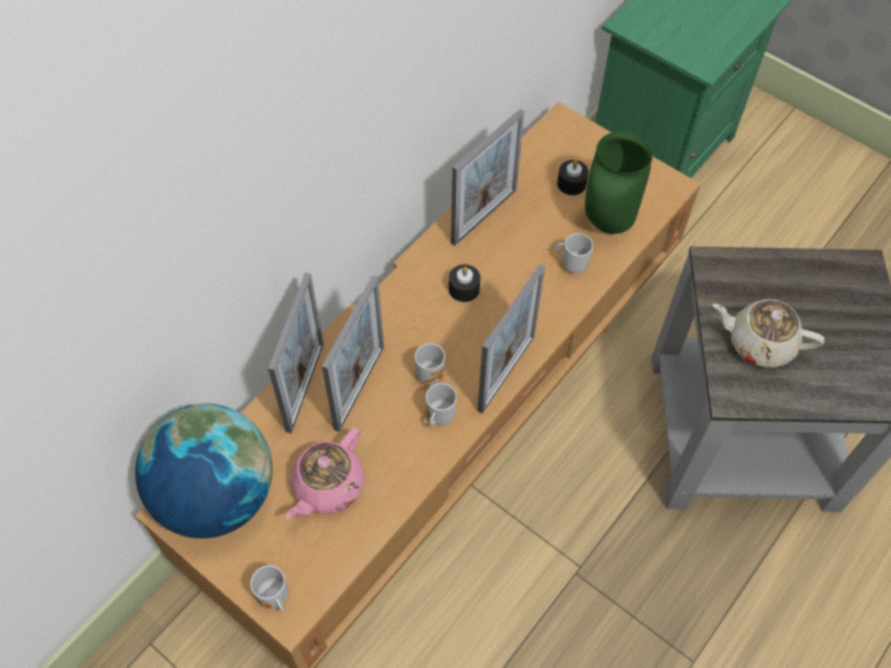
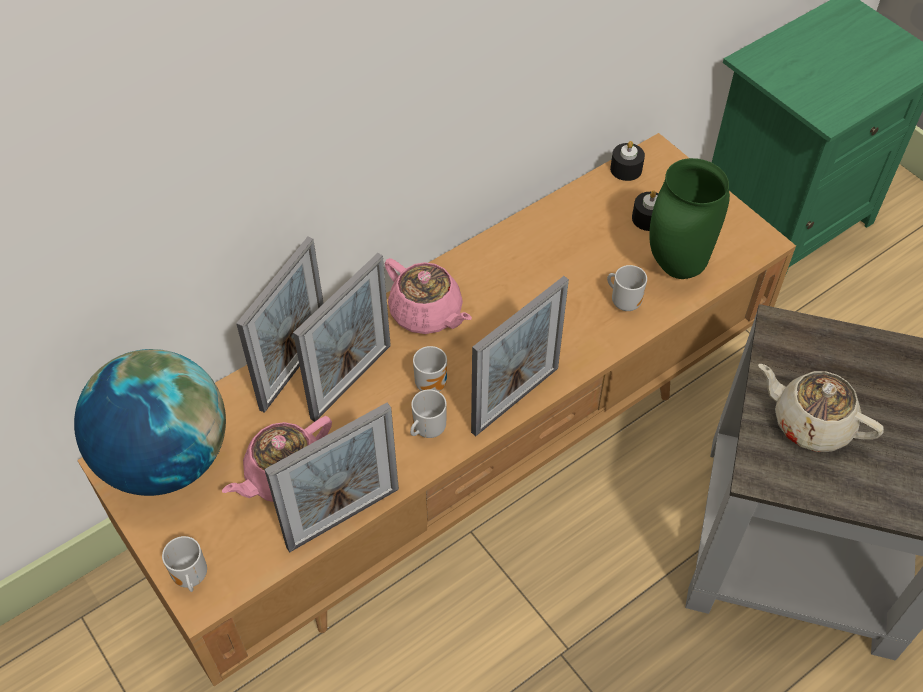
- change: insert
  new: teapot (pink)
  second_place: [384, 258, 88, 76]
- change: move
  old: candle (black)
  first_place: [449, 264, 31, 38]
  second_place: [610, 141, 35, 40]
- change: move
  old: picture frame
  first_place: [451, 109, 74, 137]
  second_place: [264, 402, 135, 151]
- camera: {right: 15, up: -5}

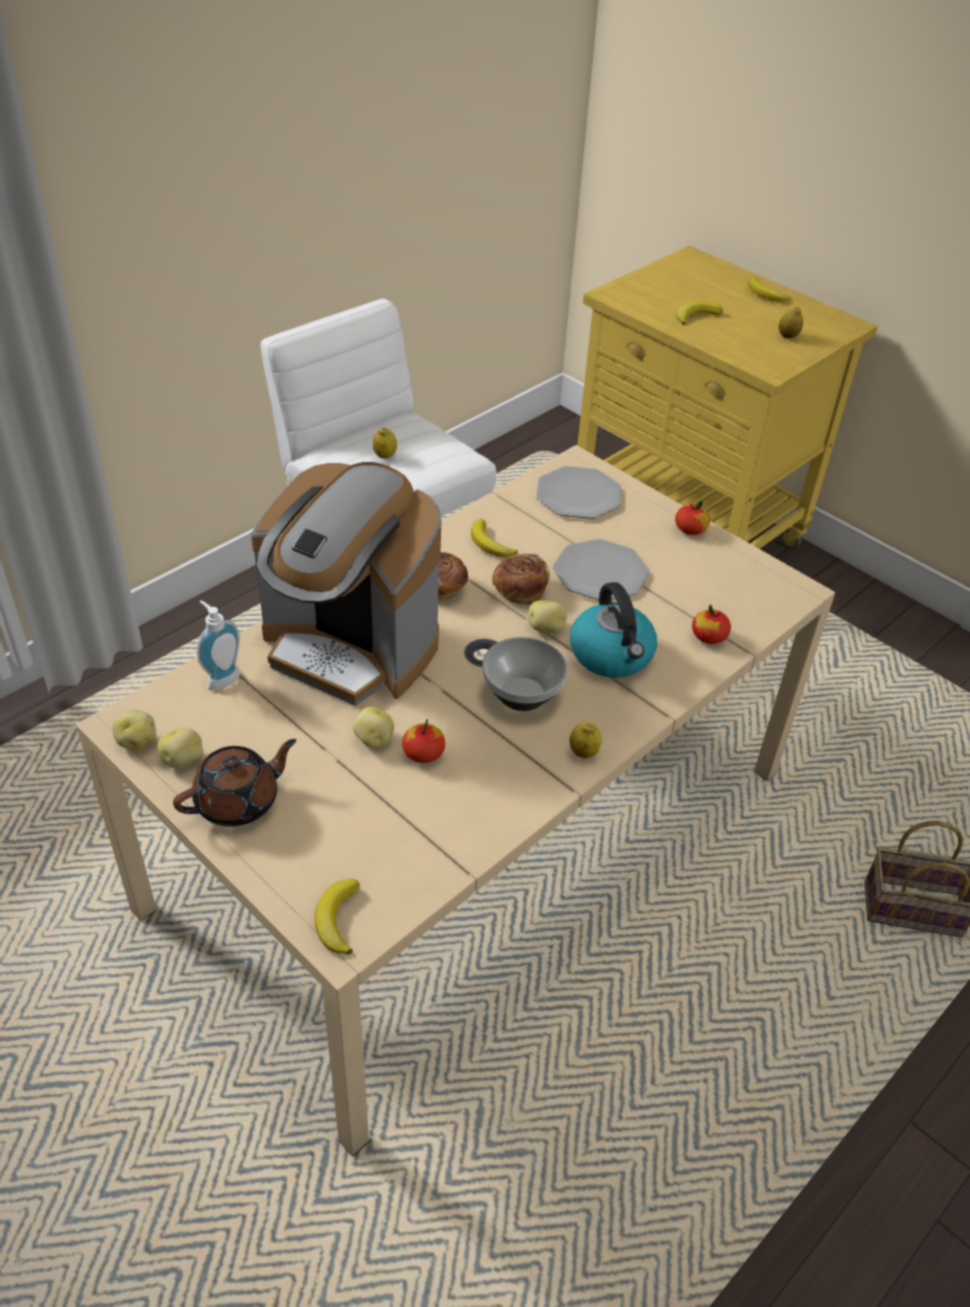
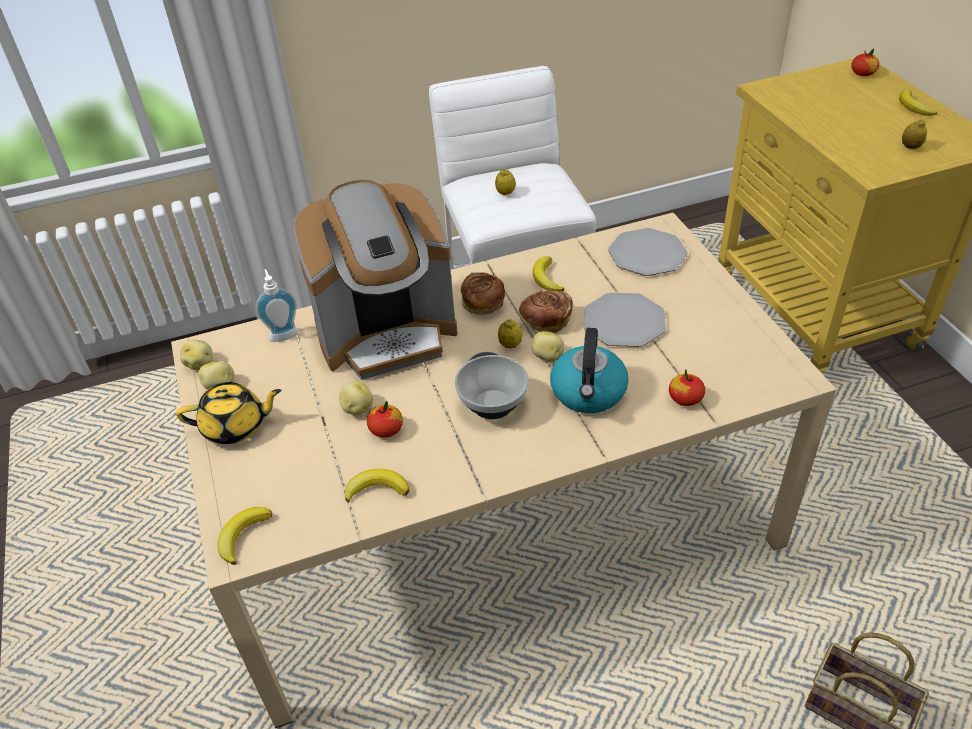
- change: move
  old: lemon
  first_place: [569, 722, 33, 36]
  second_place: [498, 319, 24, 29]
- change: move
  old: apple
  first_place: [675, 501, 35, 34]
  second_place: [851, 49, 28, 27]
- change: move
  old: banana
  first_place: [677, 300, 46, 25]
  second_place: [345, 469, 65, 33]
- change: recolor
  old: teapot (brown)
  new: teapot (yellow)
  first_place: [173, 739, 123, 88]
  second_place: [176, 382, 106, 62]
- change: rotate
  old: coffee machine
  first_place: [251, 462, 191, 244]
  second_place: [292, 180, 166, 200]
  degrees: -75
- camera: {right: 30, up: 0}

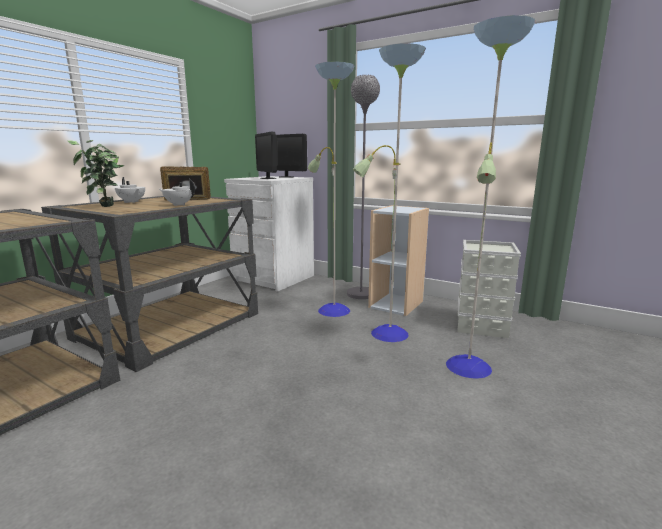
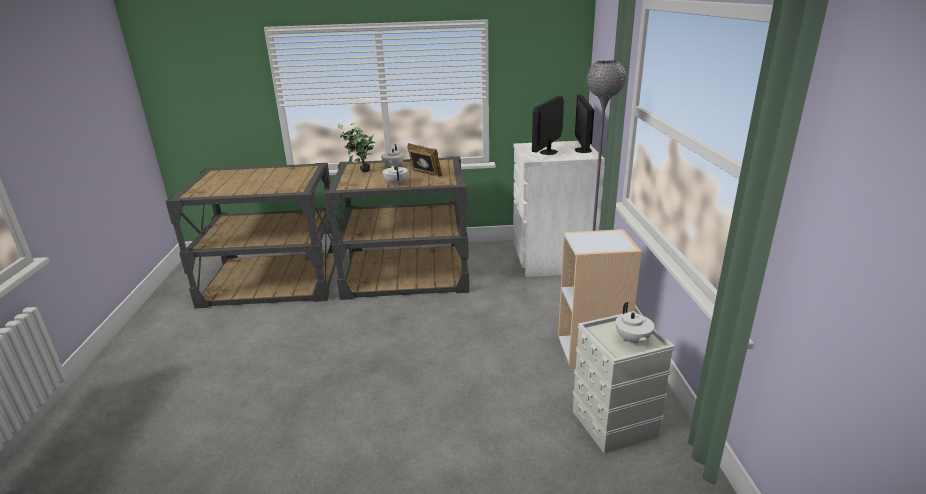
- change: delete
  old: floor lamp
  first_place: [308, 15, 227, 363]
- change: insert
  new: teapot (white)
  second_place: [615, 302, 39, 44]
- camera: {right: 55, up: 10}

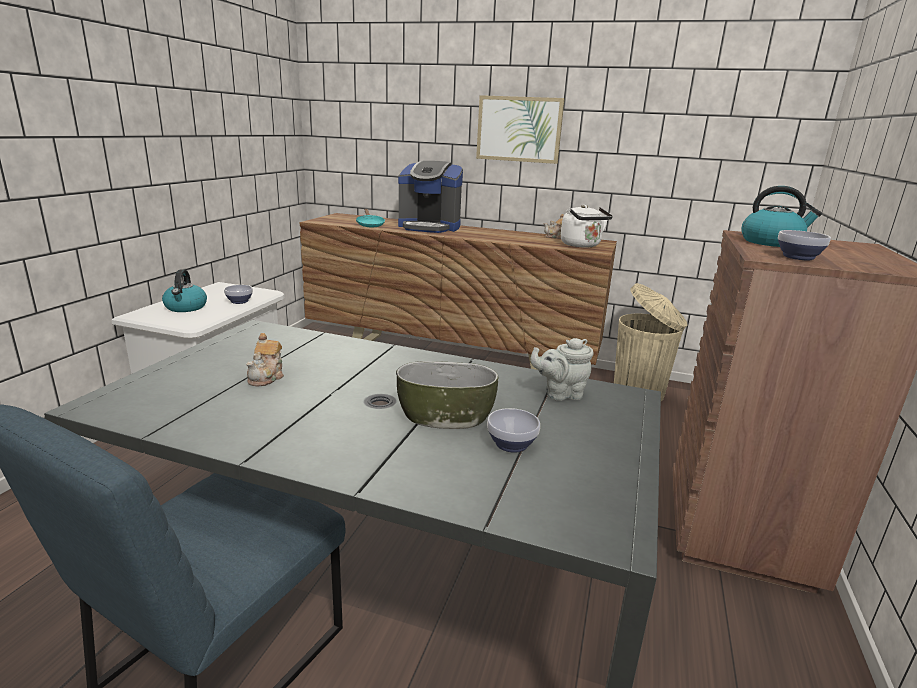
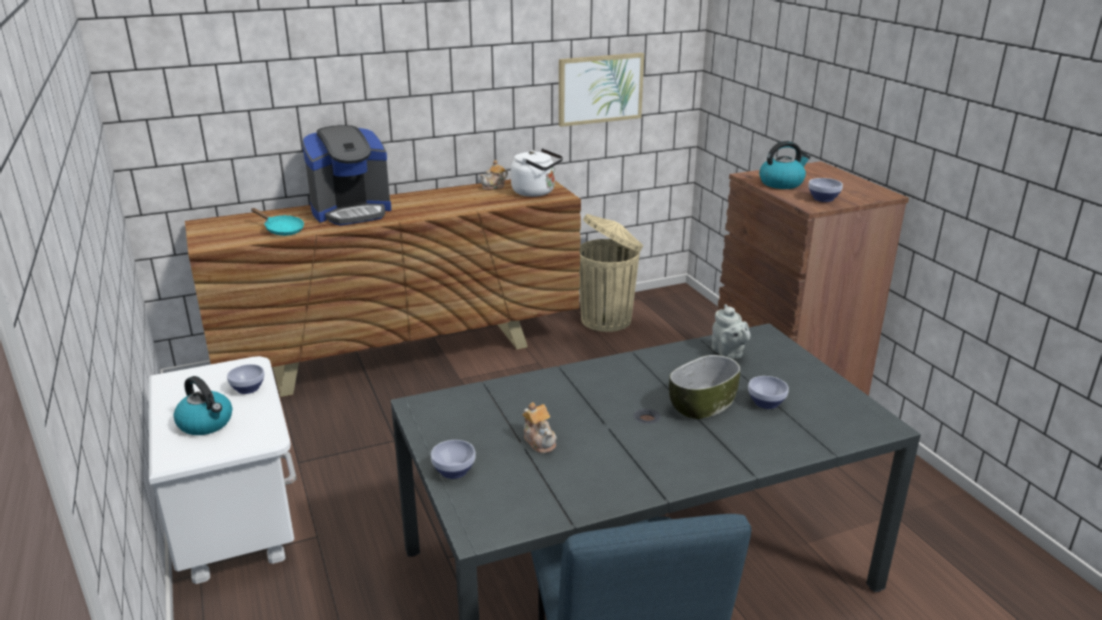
- change: insert
  new: bowl
  second_place: [431, 440, 45, 39]
- change: move
  old: picture
  first_place: [476, 95, 89, 69]
  second_place: [559, 53, 85, 74]
- change: rotate
  old: teapot (grey)
  first_place: [530, 338, 64, 63]
  second_place: [712, 304, 38, 54]
  degrees: -60
- camera: {right: -40, up: 5}

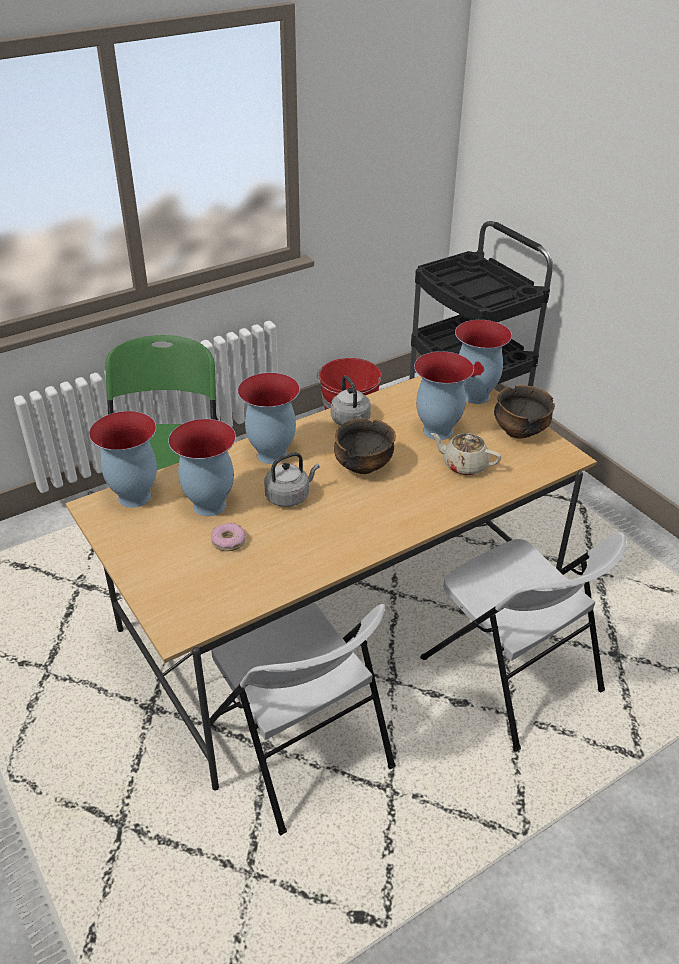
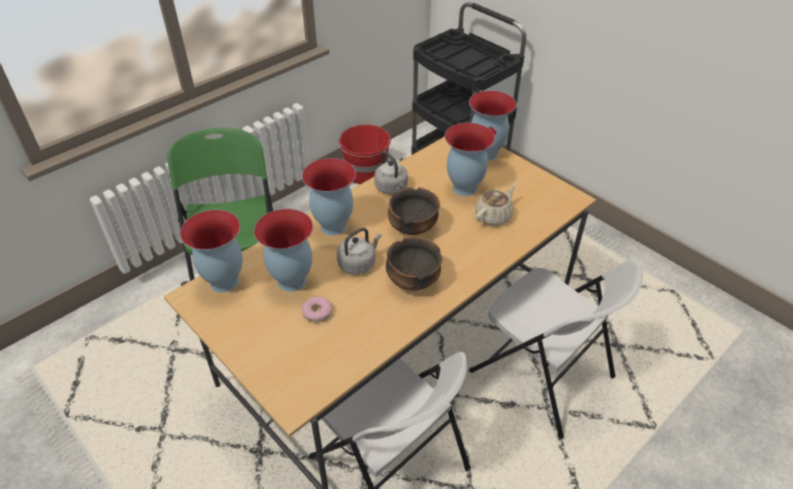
- change: move
  old: bowl
  first_place: [494, 385, 61, 54]
  second_place: [386, 236, 56, 55]
- change: rotate
  old: teapot (beige)
  first_place: [431, 433, 70, 42]
  second_place: [475, 184, 41, 42]
  degrees: 120
- camera: {right: -10, up: 5}

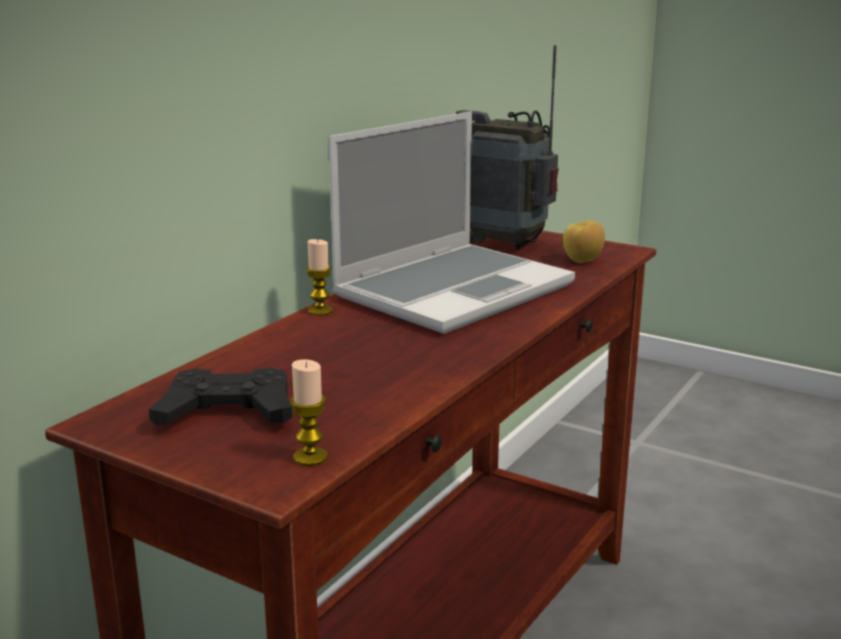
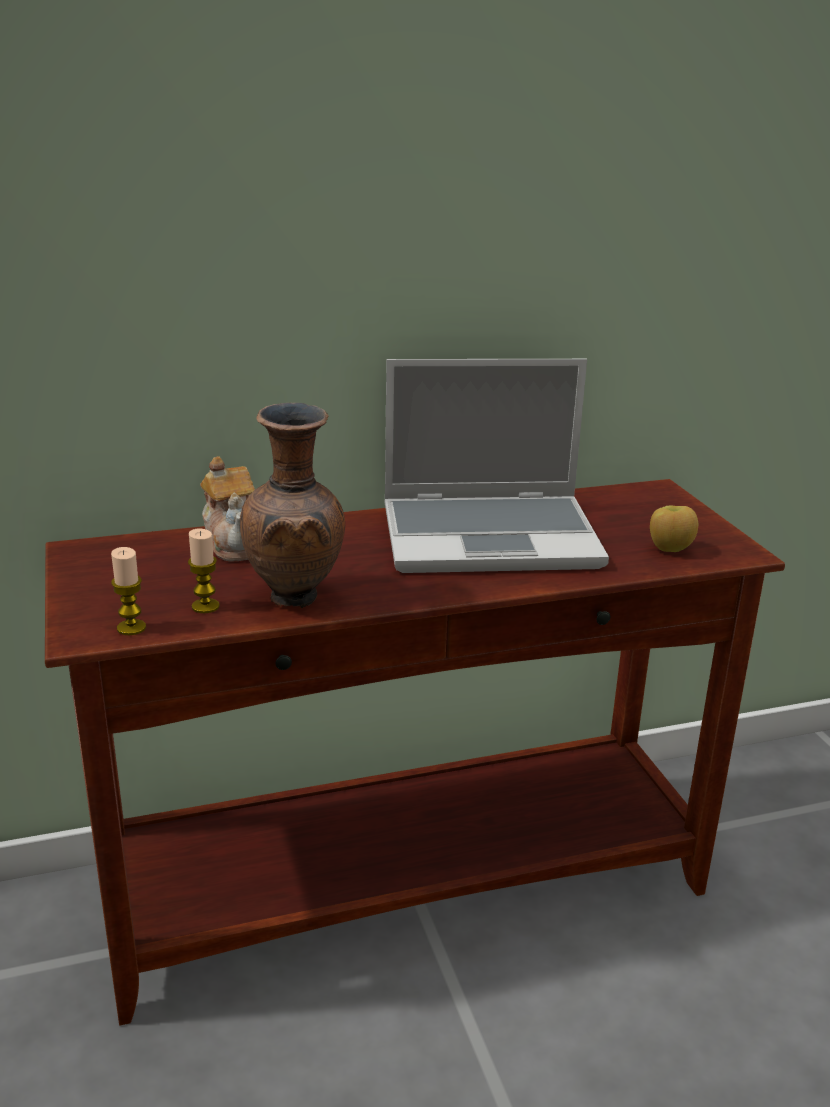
- change: delete
  old: game controller (black)
  first_place: [149, 368, 143, 57]
- change: delete
  old: radio
  first_place: [456, 45, 103, 205]
- change: insert
  new: teapot
  second_place: [200, 456, 55, 106]
- change: insert
  new: vase (brown)
  second_place: [240, 403, 105, 205]
- change: move
  old: candle
  first_place: [306, 239, 27, 77]
  second_place: [188, 529, 32, 84]
- camera: {right: 40, up: 5}

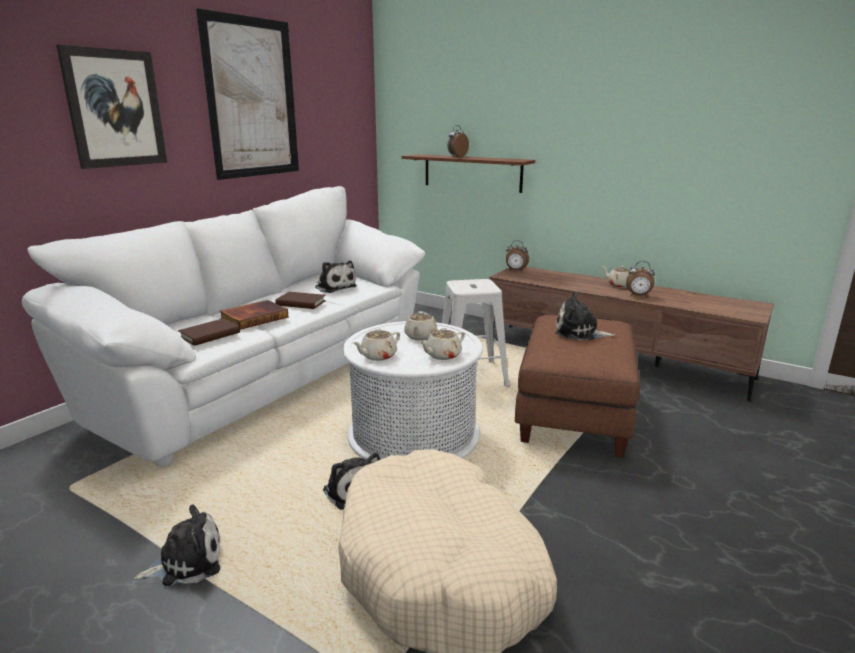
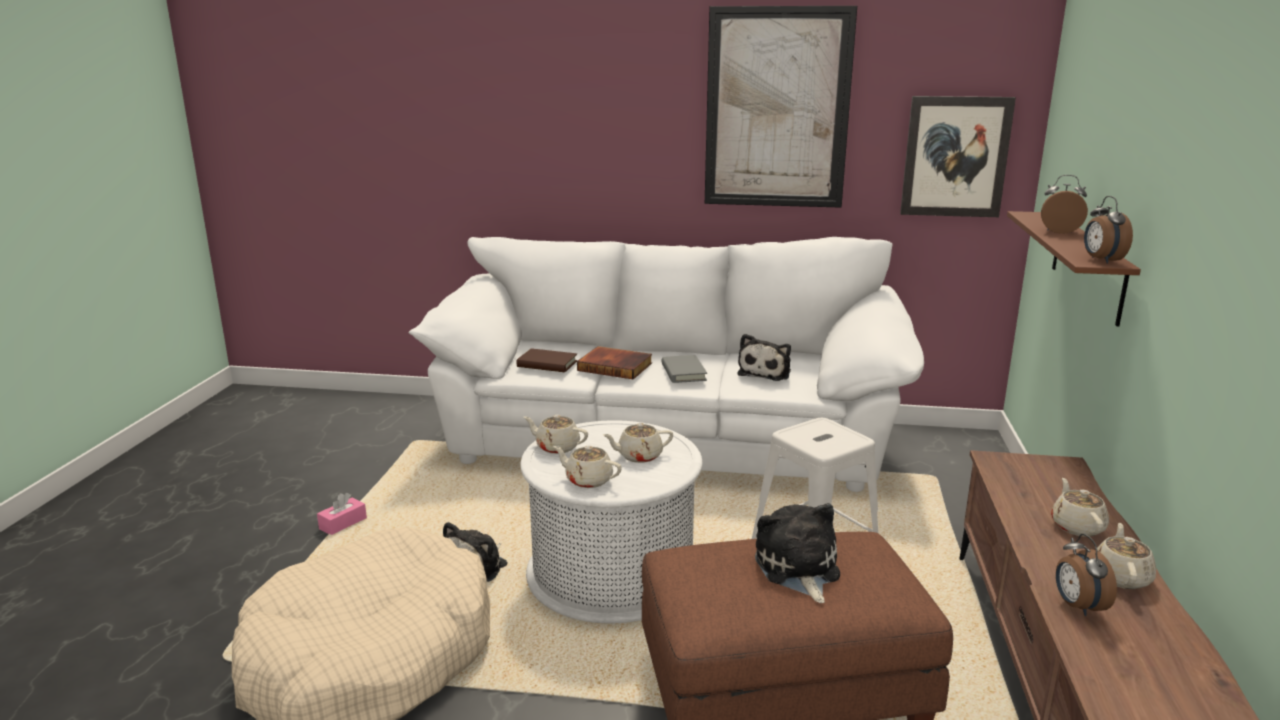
- change: insert
  new: teapot (beige)
  second_place: [1051, 478, 58, 59]
- change: move
  old: picture
  first_place: [56, 45, 111, 124]
  second_place: [900, 96, 116, 121]
- change: move
  old: alarm clock
  first_place: [506, 240, 23, 31]
  second_place: [1084, 196, 49, 68]
- change: replace
  old: plush toy
  new: tissue box (pink)
  first_place: [134, 505, 86, 81]
  second_place: [317, 493, 50, 42]
- change: recolor
  old: book (brown)
  new: book (grey)
  first_place: [275, 292, 51, 17]
  second_place: [661, 355, 46, 28]
- camera: {right: 65, up: 0}

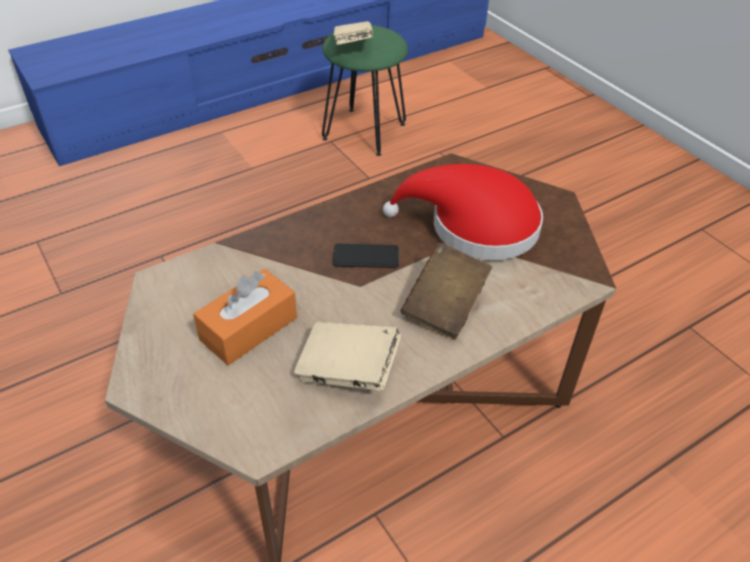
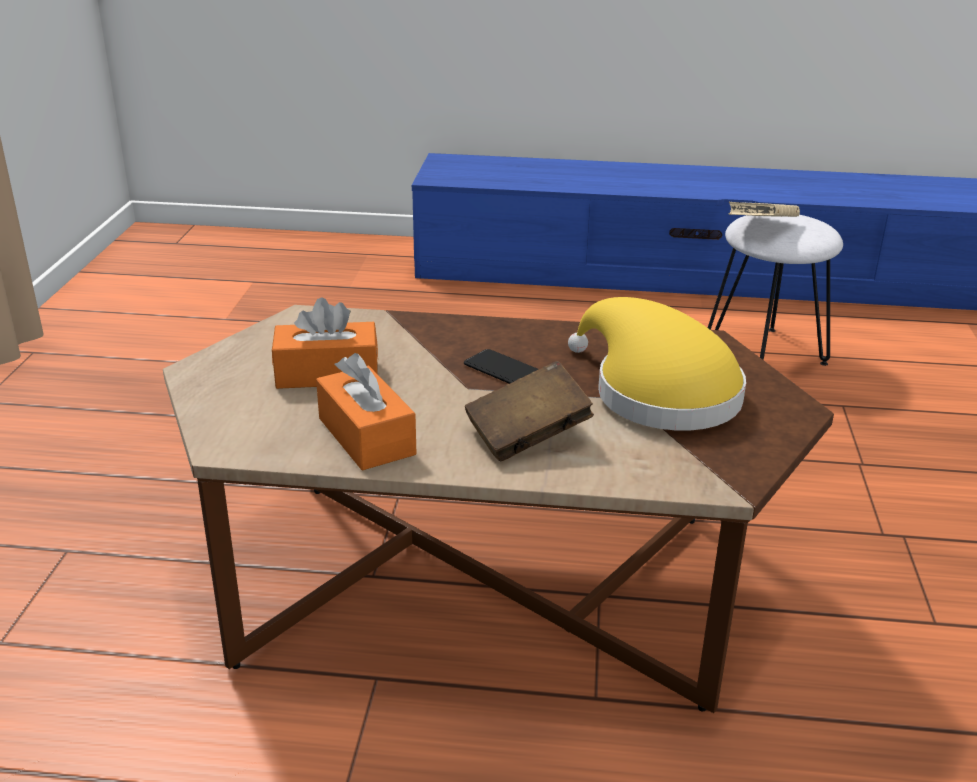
- change: replace
  old: book (beige)
  new: tissue box (orange)
  first_place: [294, 322, 107, 69]
  second_place: [316, 353, 101, 117]
- change: recolor
  old: stool (green)
  new: stool (white)
  first_place: [322, 25, 86, 131]
  second_place: [708, 215, 135, 151]
- change: recolor
  old: hat (red)
  new: hat (yellow)
  first_place: [383, 164, 160, 96]
  second_place: [568, 297, 178, 133]
- camera: {right: 40, up: -15}

